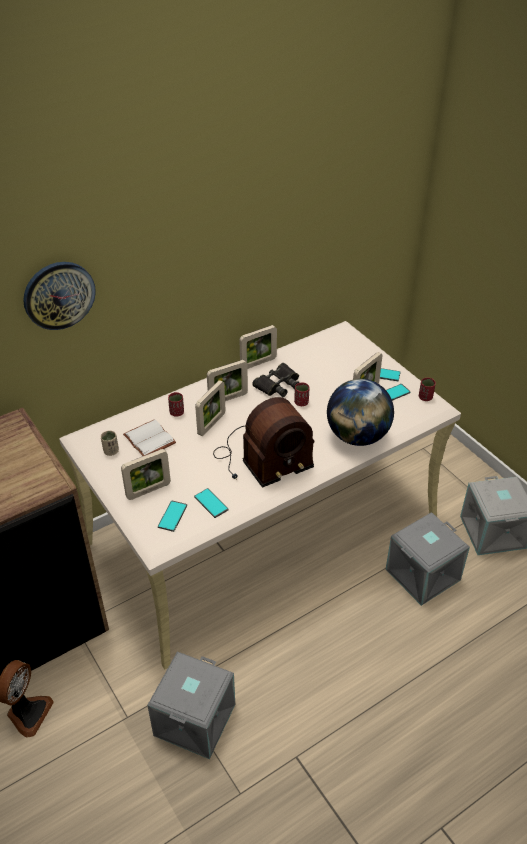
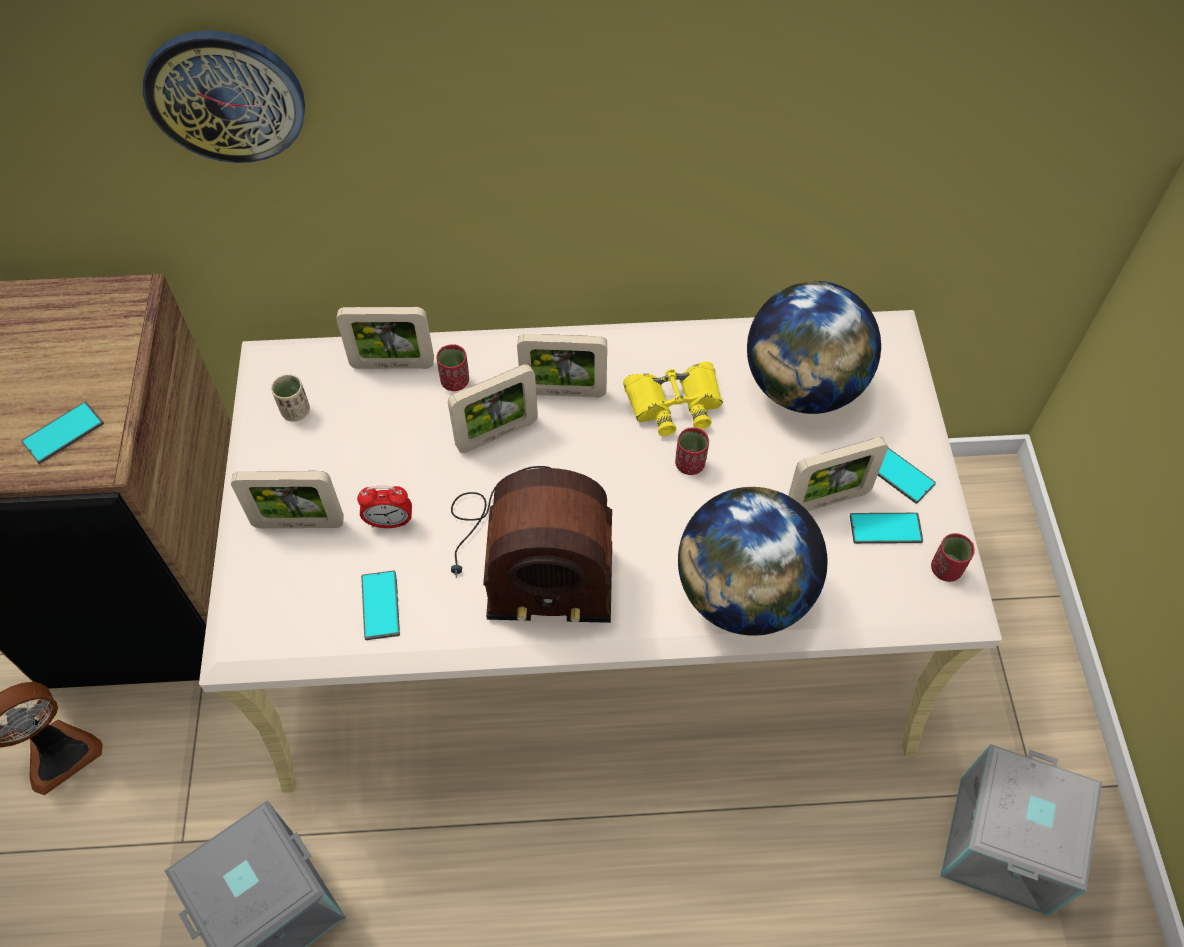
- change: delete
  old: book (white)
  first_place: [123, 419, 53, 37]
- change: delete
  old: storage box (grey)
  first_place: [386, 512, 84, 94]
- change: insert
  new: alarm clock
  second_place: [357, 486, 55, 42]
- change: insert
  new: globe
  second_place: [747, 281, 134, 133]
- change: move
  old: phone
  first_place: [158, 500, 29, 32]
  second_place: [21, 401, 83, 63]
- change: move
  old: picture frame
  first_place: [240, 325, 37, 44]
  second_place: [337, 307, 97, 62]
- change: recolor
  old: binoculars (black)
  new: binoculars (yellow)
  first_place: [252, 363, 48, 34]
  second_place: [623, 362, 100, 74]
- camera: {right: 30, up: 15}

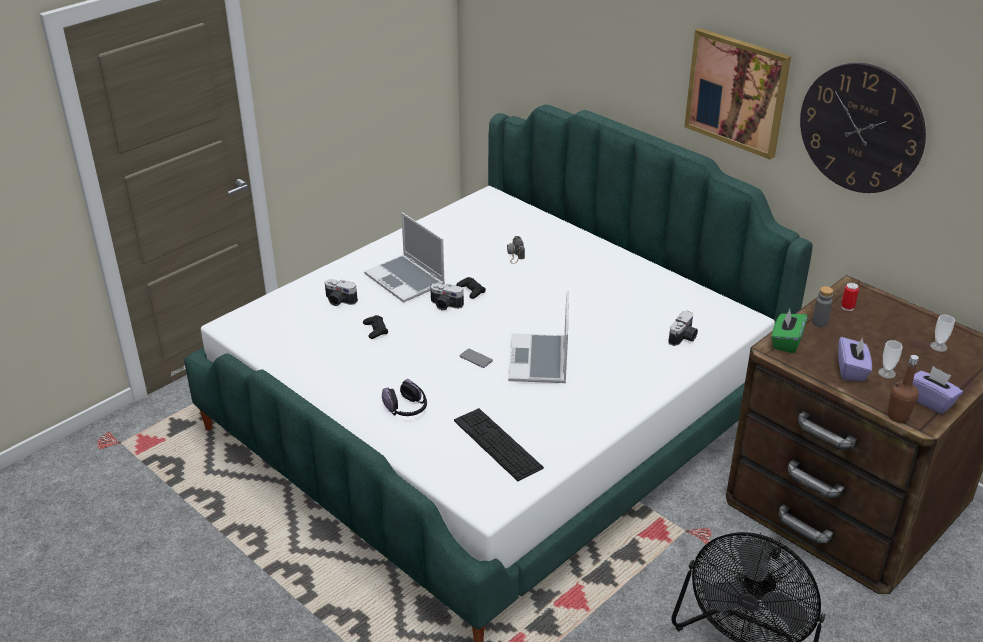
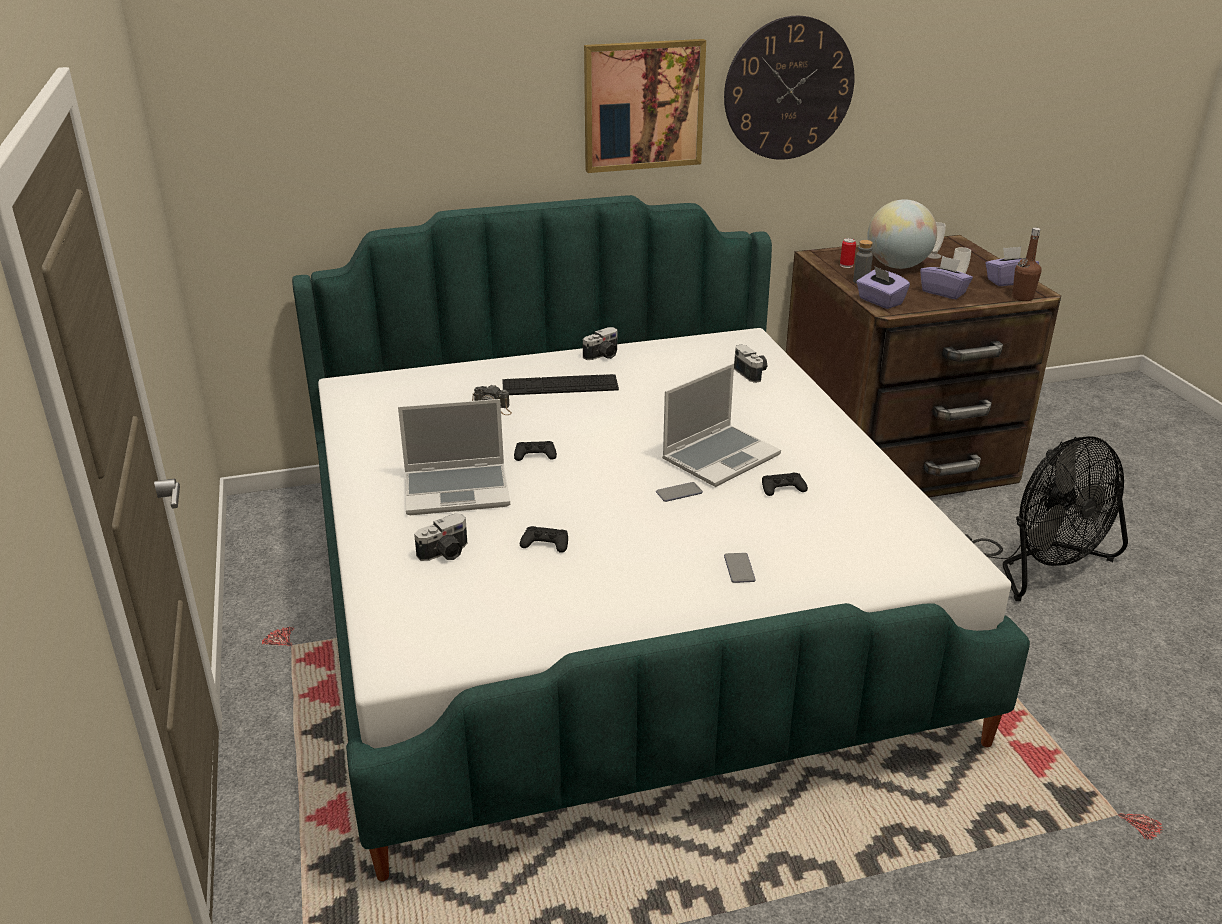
- change: insert
  new: game controller (black)
  second_place: [762, 473, 46, 23]
- change: insert
  new: globe
  second_place: [867, 199, 70, 70]
- change: move
  old: photo camera
  first_place: [430, 283, 34, 27]
  second_place: [583, 327, 35, 33]
- change: move
  old: keyboard
  first_place: [454, 408, 90, 73]
  second_place: [503, 374, 116, 21]
- change: replace
  old: headphones
  new: phone
  first_place: [382, 379, 45, 37]
  second_place: [724, 553, 32, 30]
- change: recolor
  old: tissue box (green)
  new: tissue box (purple)
  first_place: [772, 309, 35, 44]
  second_place: [856, 266, 54, 43]
- change: rotate
  old: laptop
  first_place: [508, 291, 60, 92]
  second_place: [662, 363, 119, 124]
  degrees: -75
- camera: {right: -60, up: -5}

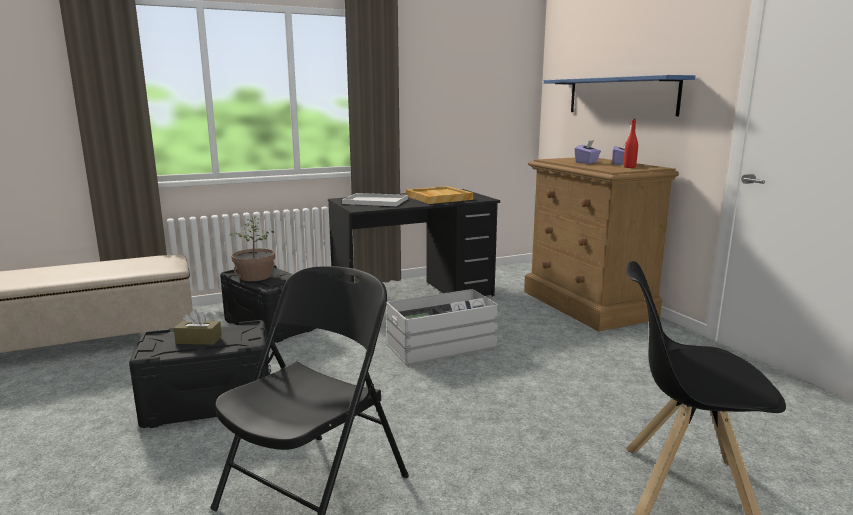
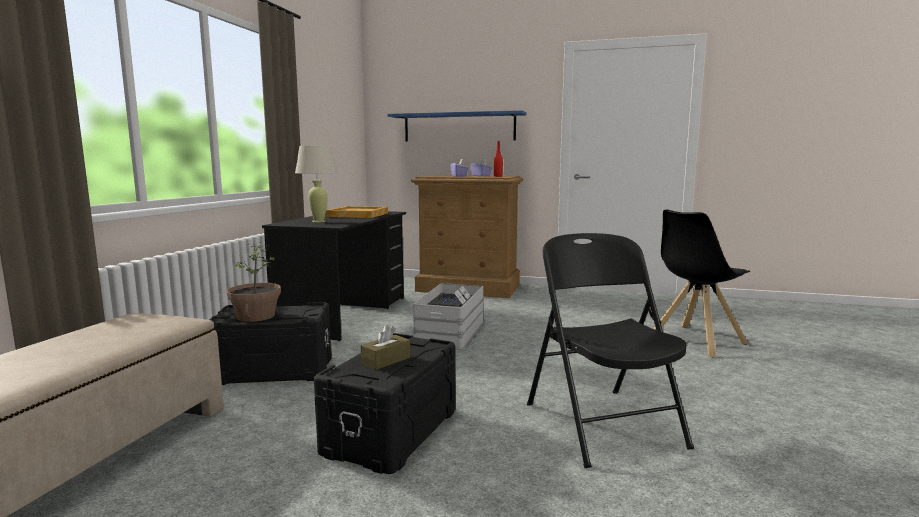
- change: replace
  old: tray (white)
  new: table lamp (beige)
  first_place: [342, 193, 66, 13]
  second_place: [295, 146, 43, 77]
- camera: {right: -50, up: -5}

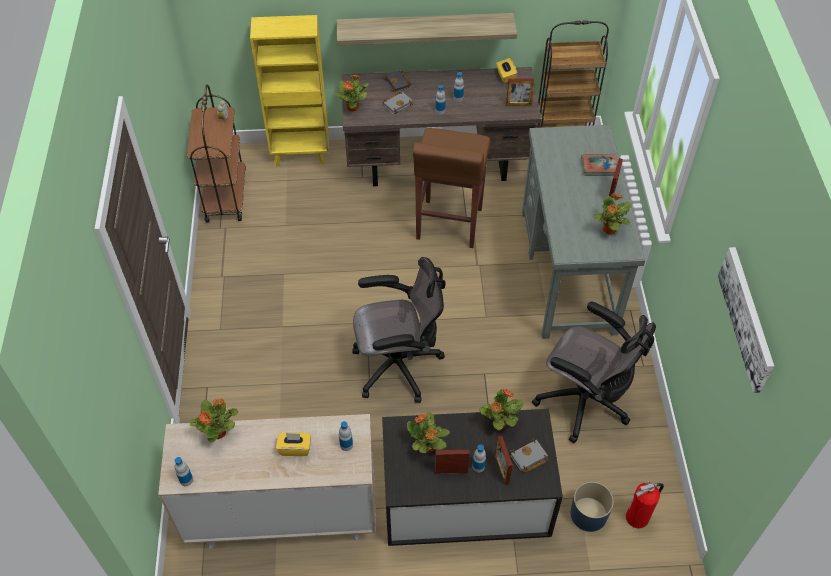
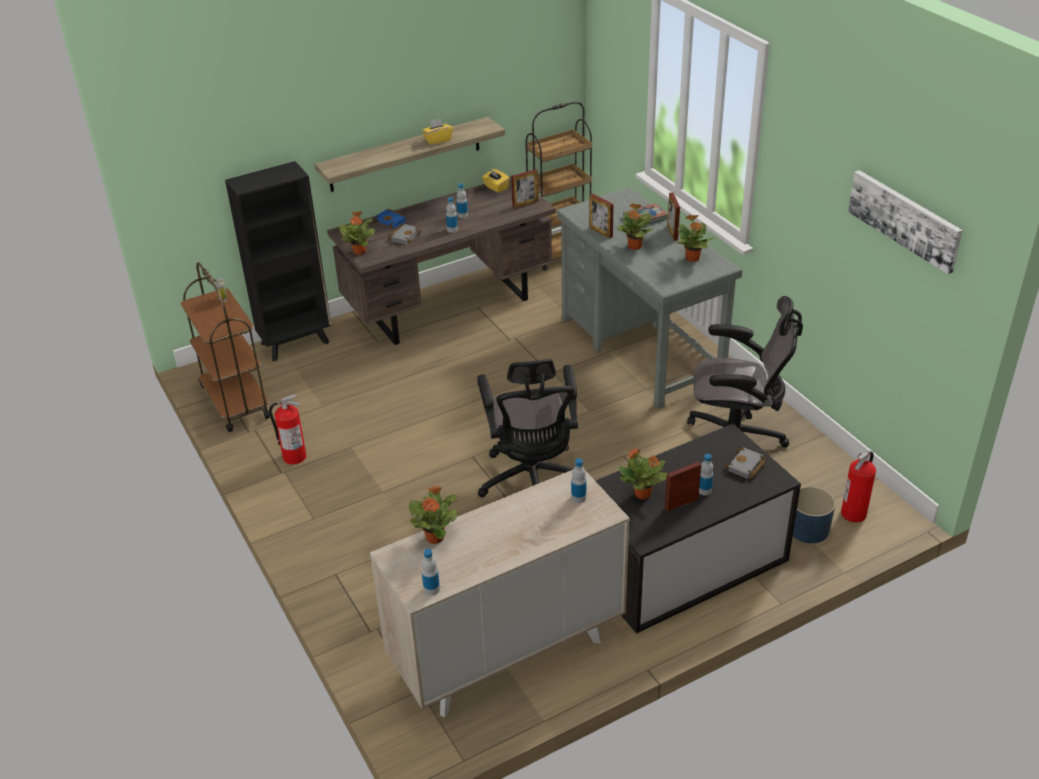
- change: delete
  old: stool (brown)
  first_place: [413, 128, 77, 120]
- change: insert
  new: fire extinguisher
  second_place: [269, 394, 37, 70]
- change: move
  old: tissue box (yellow)
  first_place: [276, 432, 35, 24]
  second_place: [422, 119, 31, 26]
- change: move
  old: potted plant
  first_place: [479, 388, 45, 42]
  second_place: [617, 203, 37, 47]
- change: move
  old: picture frame
  first_place: [495, 436, 18, 49]
  second_place: [589, 194, 25, 44]
- change: recolor
  old: bookcase (yellow)
  new: bookcase (black)
  first_place: [250, 15, 79, 152]
  second_place: [225, 161, 106, 200]
- change: recolor
  old: book (black)
  new: book (blue)
  first_place: [383, 70, 28, 22]
  second_place: [374, 209, 33, 19]
- change: rotate
  old: office chair
  first_place: [352, 257, 94, 146]
  second_place: [477, 359, 101, 138]
  degrees: 120
- camera: {right: -25, up: -15}

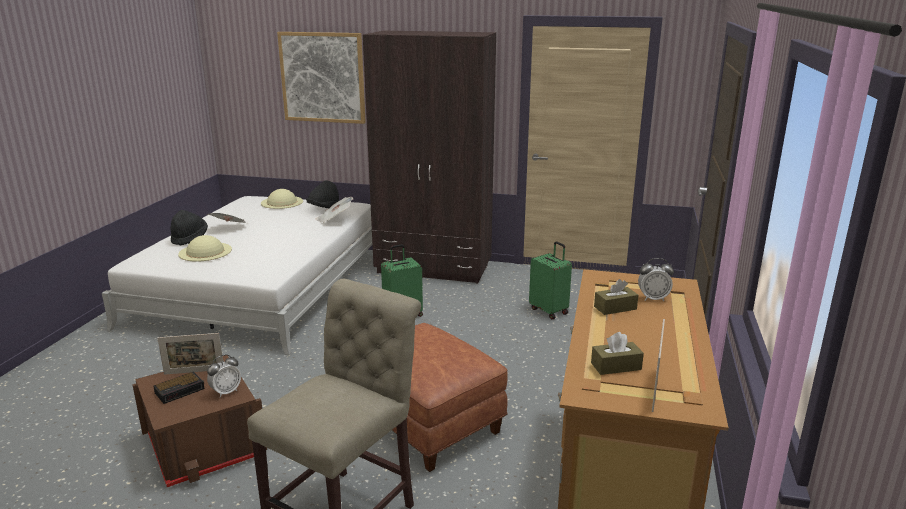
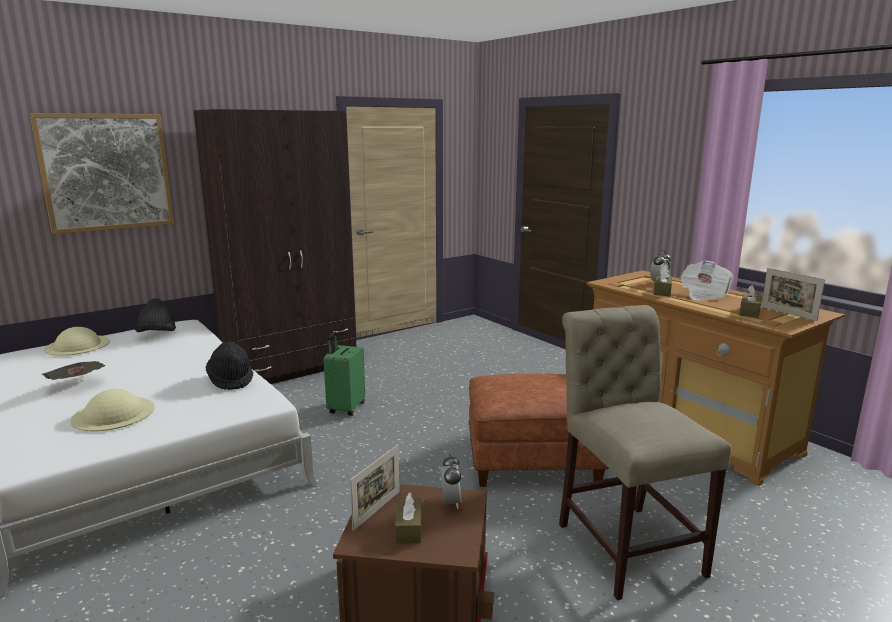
- change: delete
  old: suitcase (green)
  first_place: [529, 241, 43, 78]
- change: move
  old: hat (black)
  first_place: [171, 210, 37, 36]
  second_place: [206, 341, 47, 49]
- change: move
  old: newspaper
  first_place: [315, 197, 38, 26]
  second_place: [680, 261, 54, 40]
- change: replace
  old: alarm clock
  new: tissue box (brown)
  first_place: [153, 371, 52, 33]
  second_place: [395, 492, 27, 52]
- camera: {right: -50, up: -5}

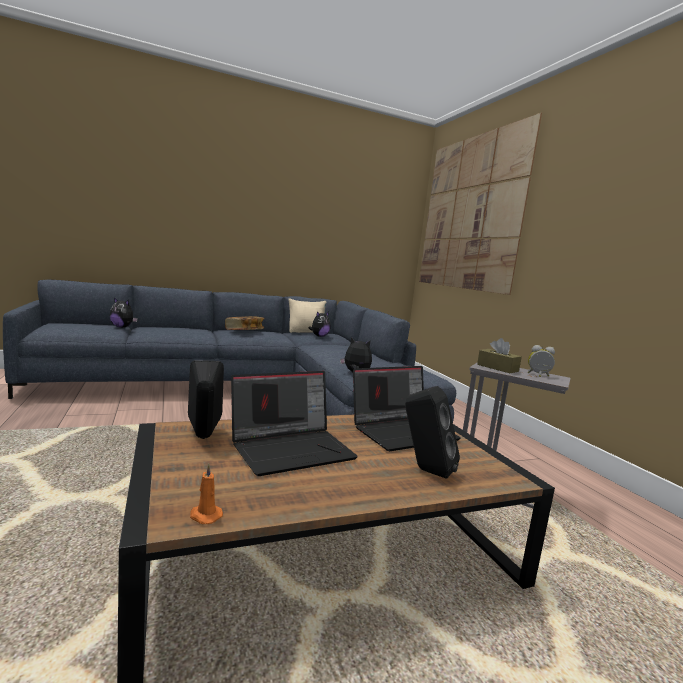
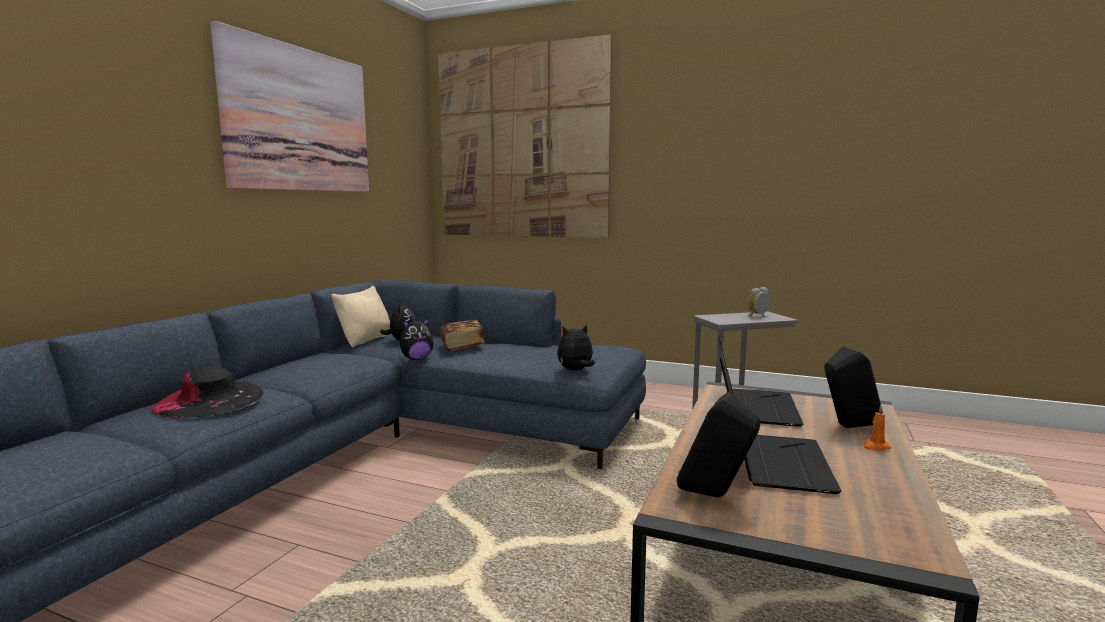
- change: delete
  old: tissue box (brown)
  first_place: [477, 338, 45, 35]
- change: insert
  new: hat (black)
  second_place: [152, 366, 112, 52]
- change: insert
  new: picture
  second_place: [210, 21, 159, 171]
- change: move
  old: plush toy
  first_place: [110, 298, 28, 30]
  second_place: [400, 317, 33, 43]
- change: move
  old: candle (orange)
  first_place: [190, 464, 33, 60]
  second_place: [864, 405, 27, 45]
- change: move
  old: book
  first_place: [225, 316, 39, 14]
  second_place: [440, 320, 45, 31]
- camera: {right: -45, up: 0}

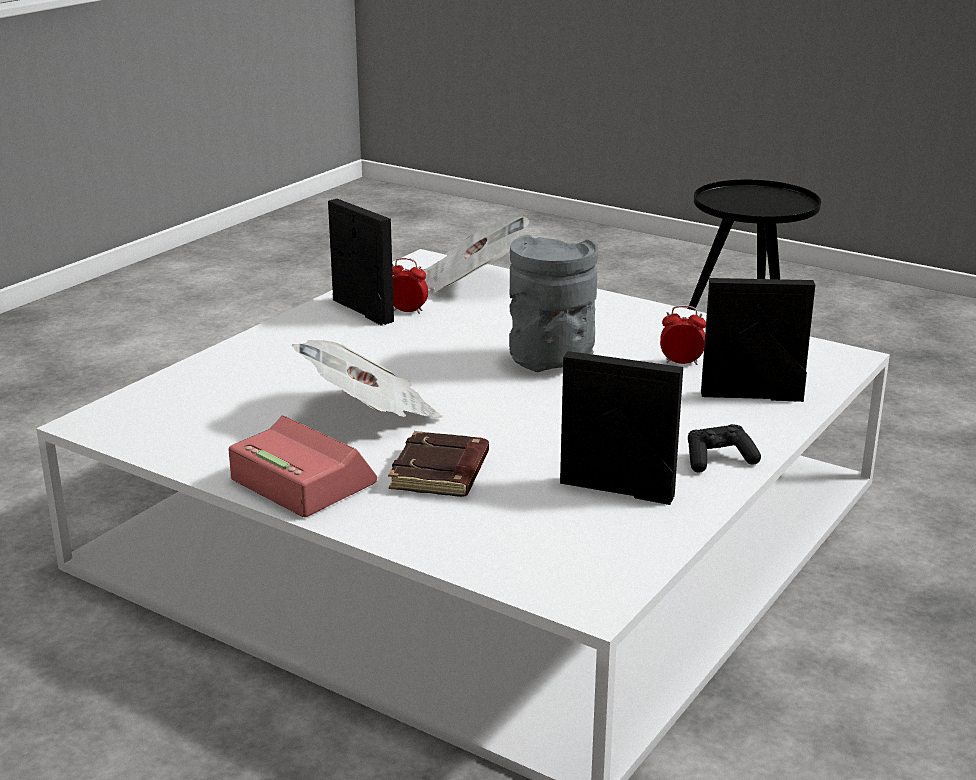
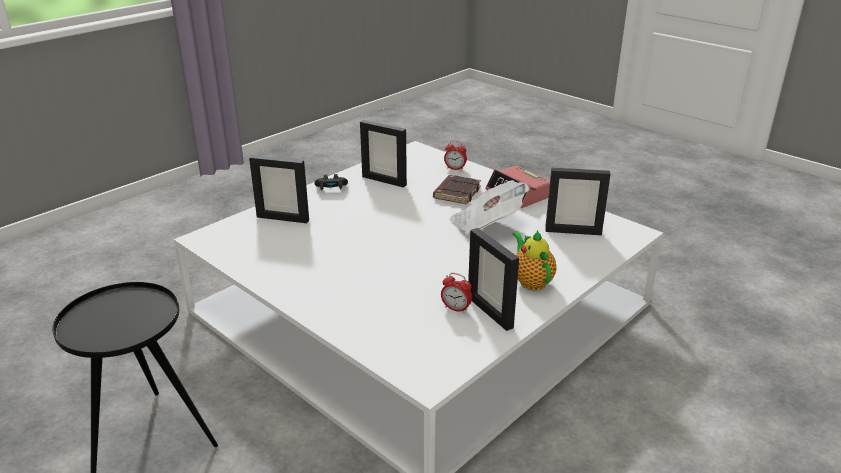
- change: delete
  old: newspaper
  first_place: [423, 216, 107, 76]
- change: delete
  old: vase (grey)
  first_place: [509, 235, 89, 137]
- change: insert
  new: teapot
  second_place: [513, 230, 43, 61]
- change: insert
  new: picture frame
  second_place: [545, 168, 66, 67]
- change: move
  old: alarm clock
  first_place: [660, 305, 46, 60]
  second_place: [444, 141, 23, 30]
- camera: {right: -170, up: 5}

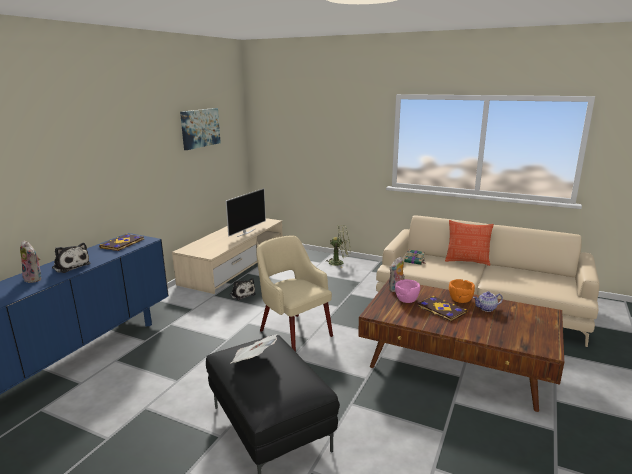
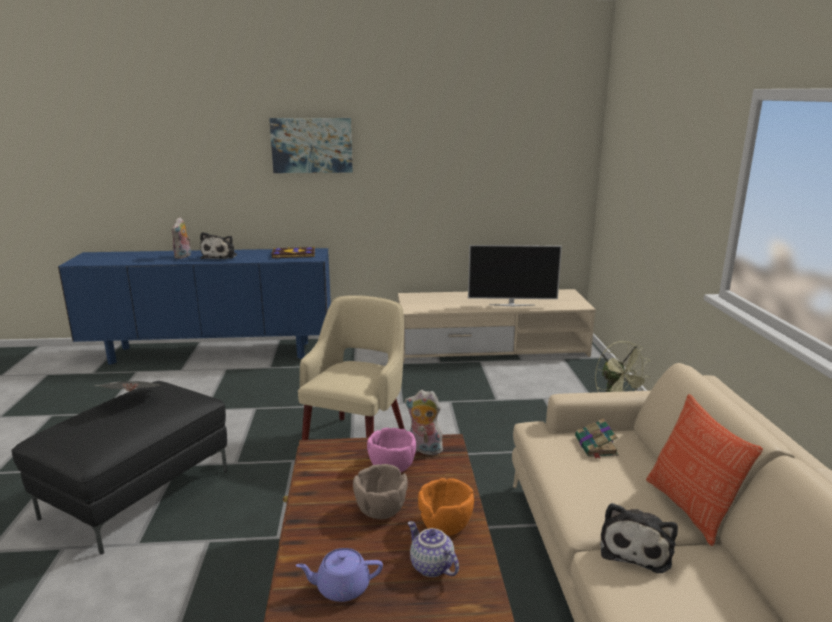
- change: insert
  new: teapot (purple)
  second_place: [296, 548, 87, 54]
- change: move
  old: picture
  first_place: [180, 108, 41, 42]
  second_place: [269, 118, 84, 55]
- change: move
  old: plush toy
  first_place: [230, 278, 26, 22]
  second_place: [600, 503, 78, 70]
- change: replace
  old: book
  new: bowl (brown)
  first_place: [417, 296, 50, 26]
  second_place: [353, 464, 55, 55]
- camera: {right: 60, up: 0}

